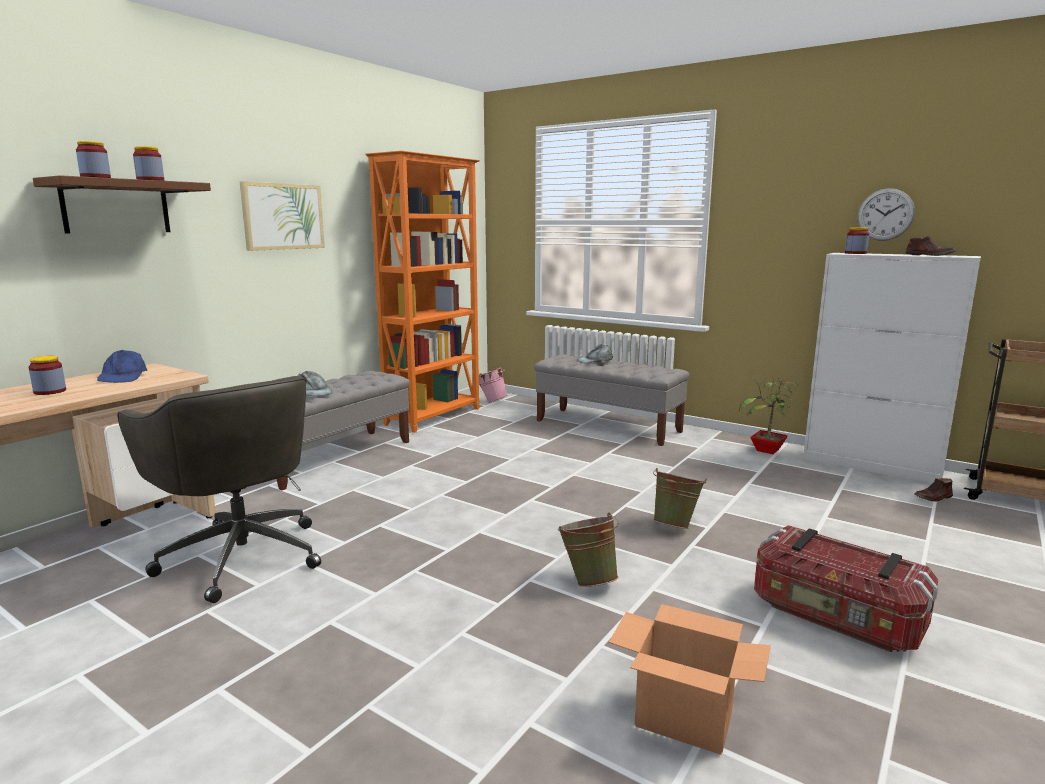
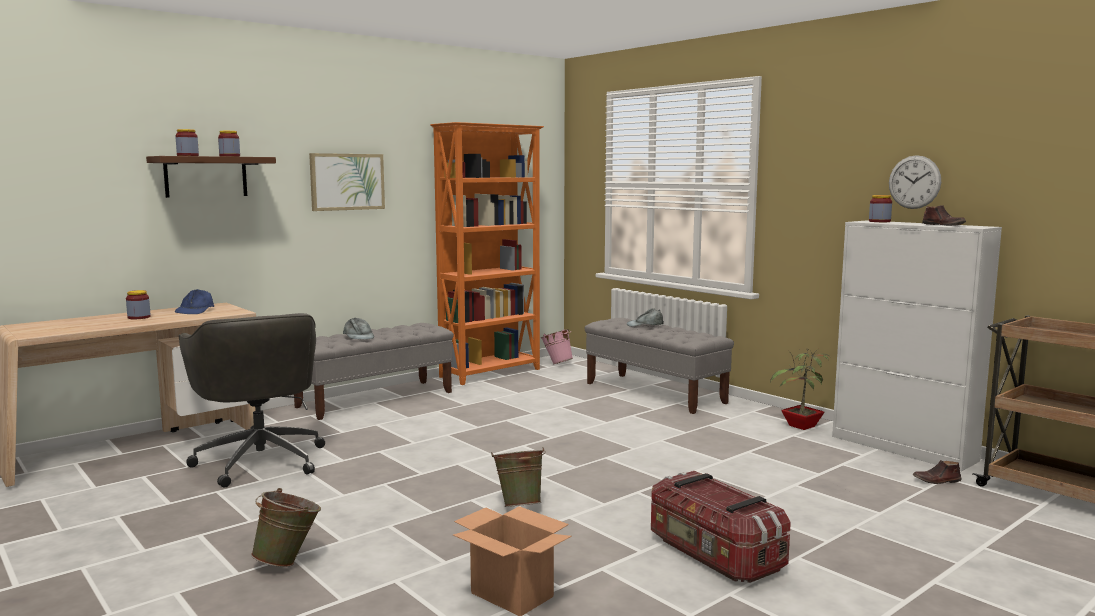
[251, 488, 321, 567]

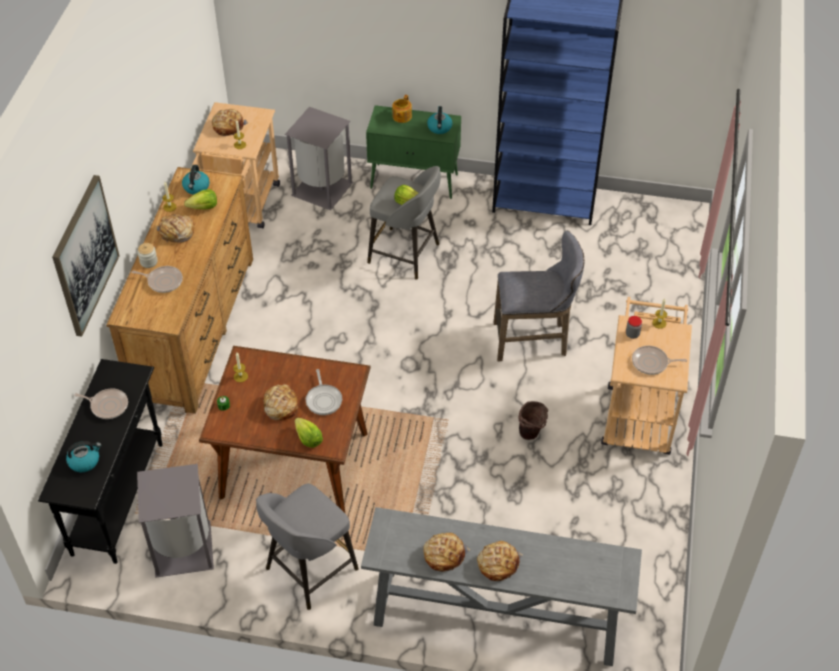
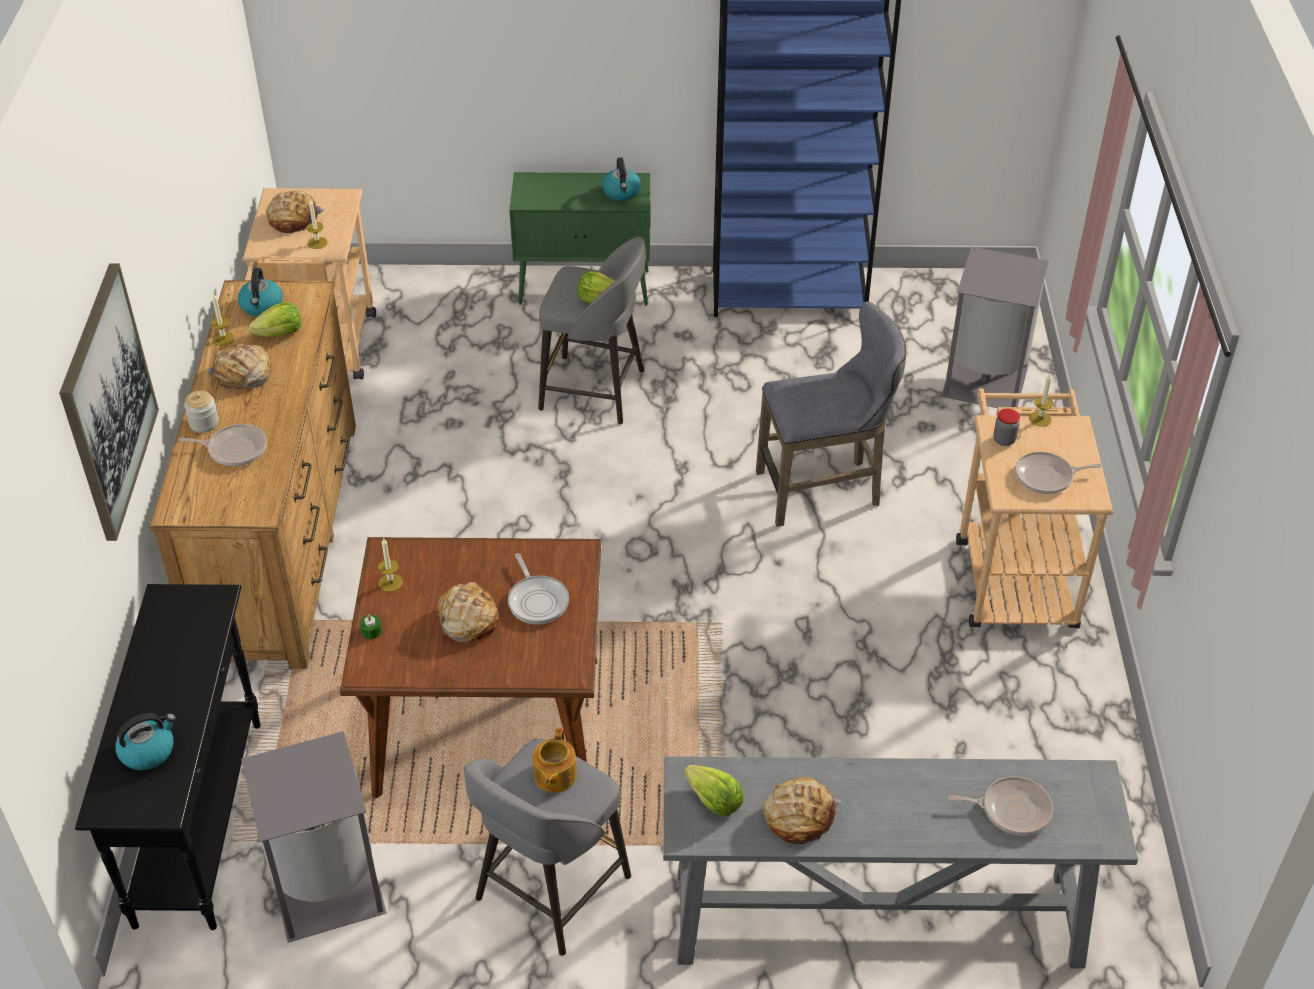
[532, 727, 577, 793]
[941, 247, 1049, 408]
[948, 777, 1053, 835]
[518, 401, 548, 440] (first image)
[684, 765, 744, 816]
[477, 541, 523, 581] (first image)

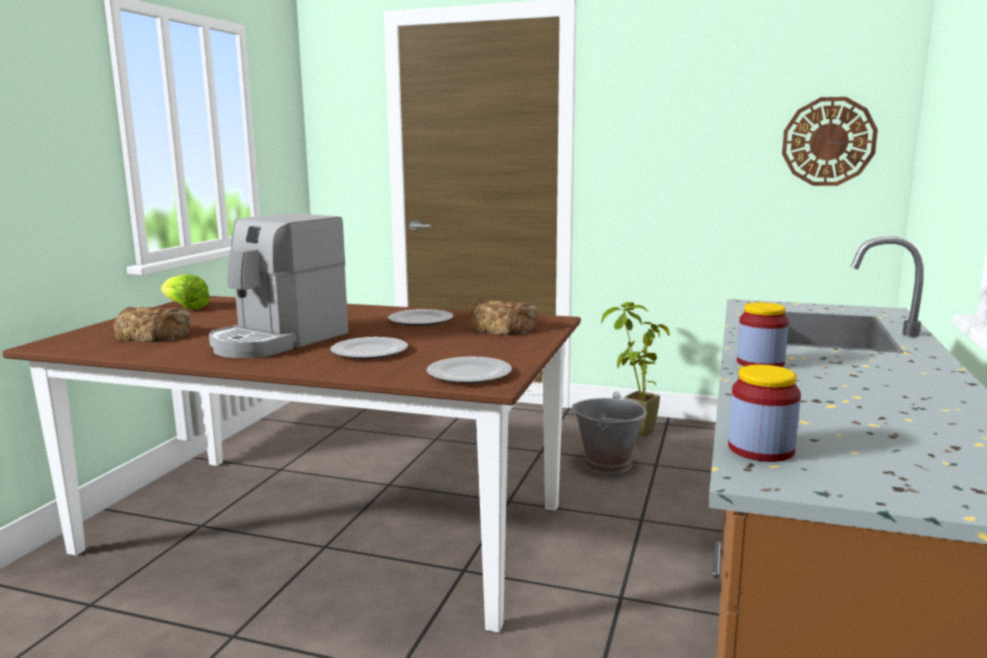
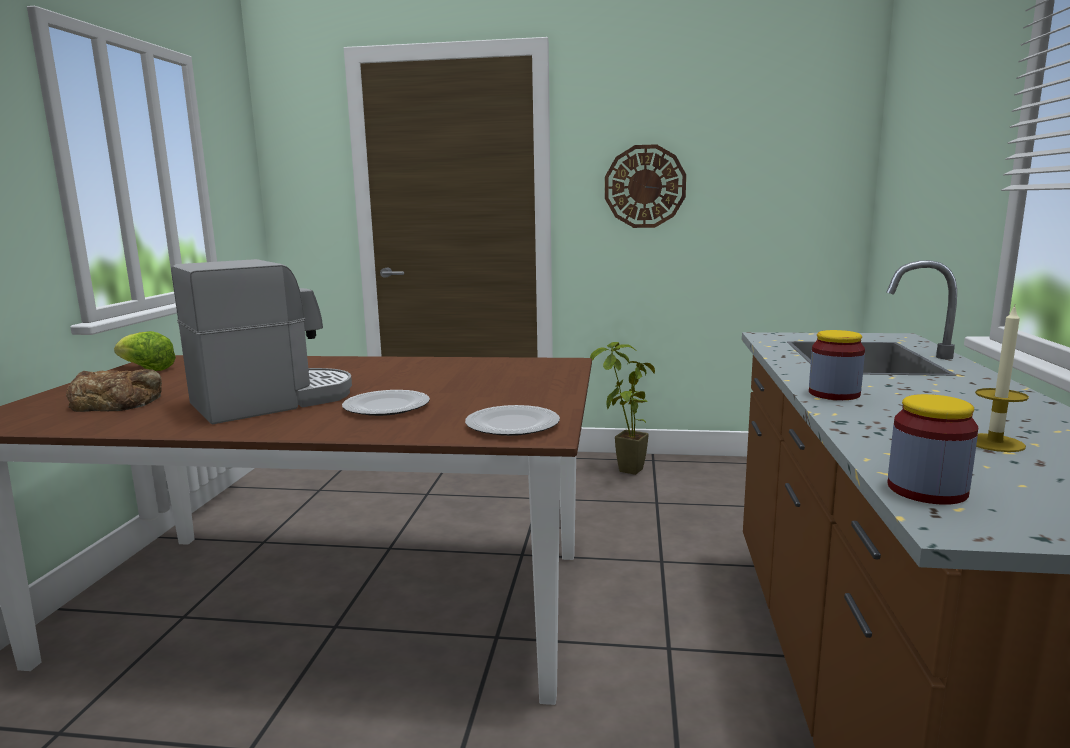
[605, 144, 686, 228]
[171, 259, 352, 424]
[468, 299, 538, 335] (first image)
[388, 309, 454, 326] (first image)
[572, 392, 647, 474] (first image)
[975, 304, 1029, 452]

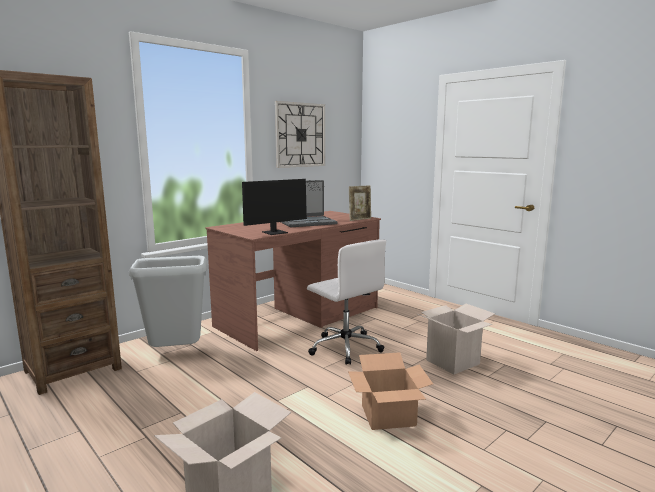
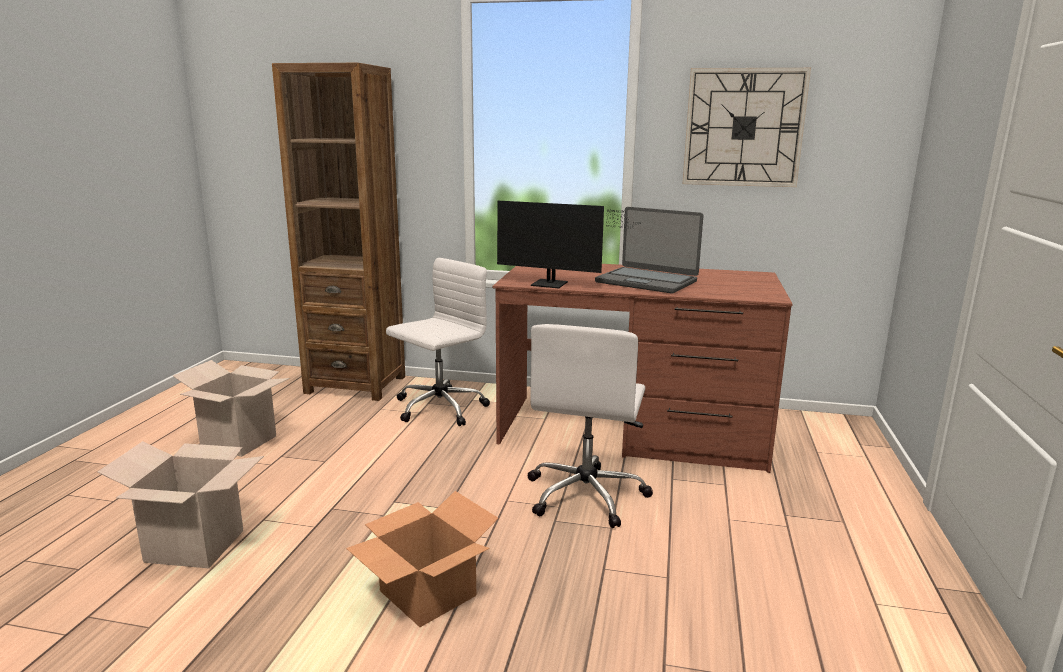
[349, 185, 371, 221] (first image)
[386, 258, 490, 426]
[173, 360, 290, 457]

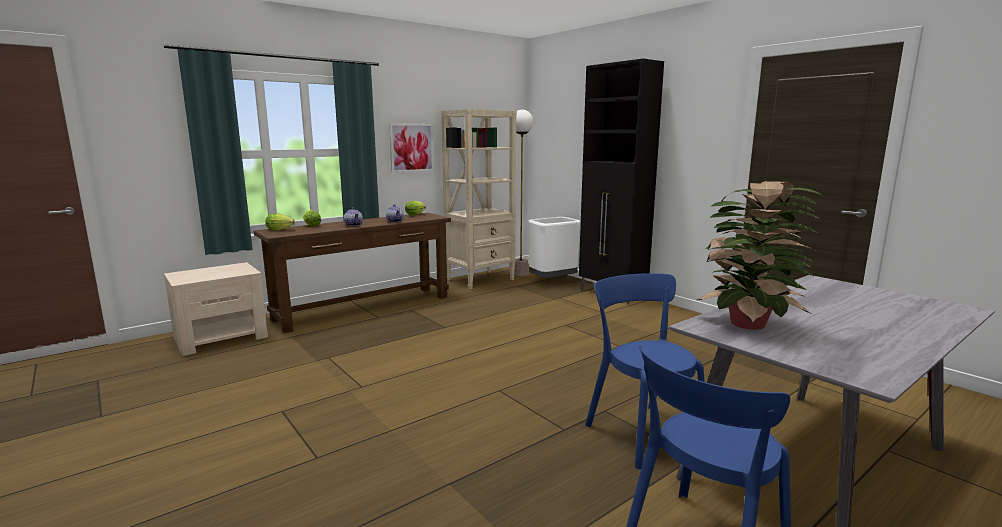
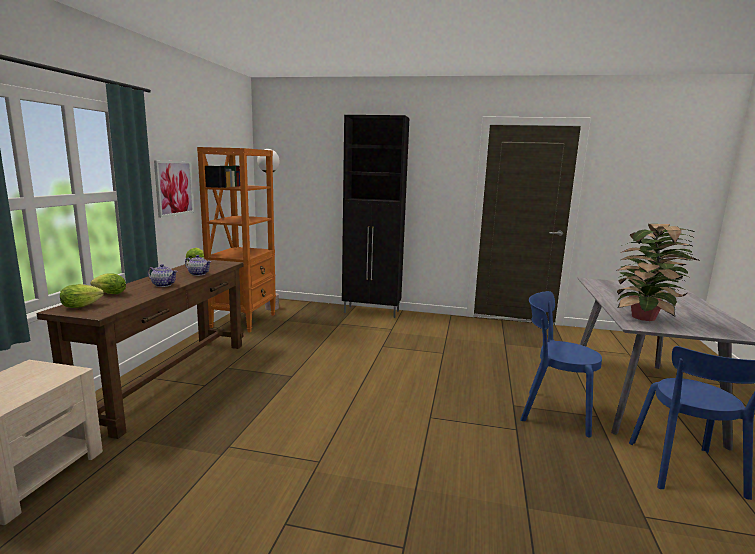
[197, 147, 276, 332]
[528, 217, 581, 278] (first image)

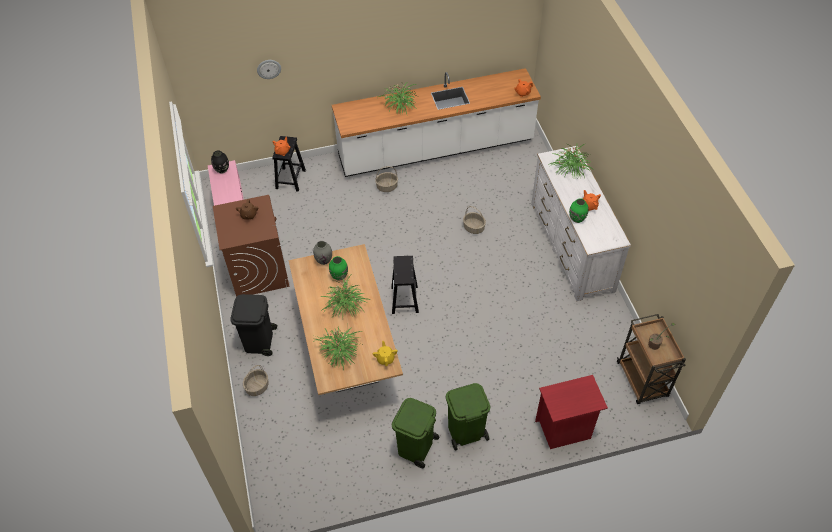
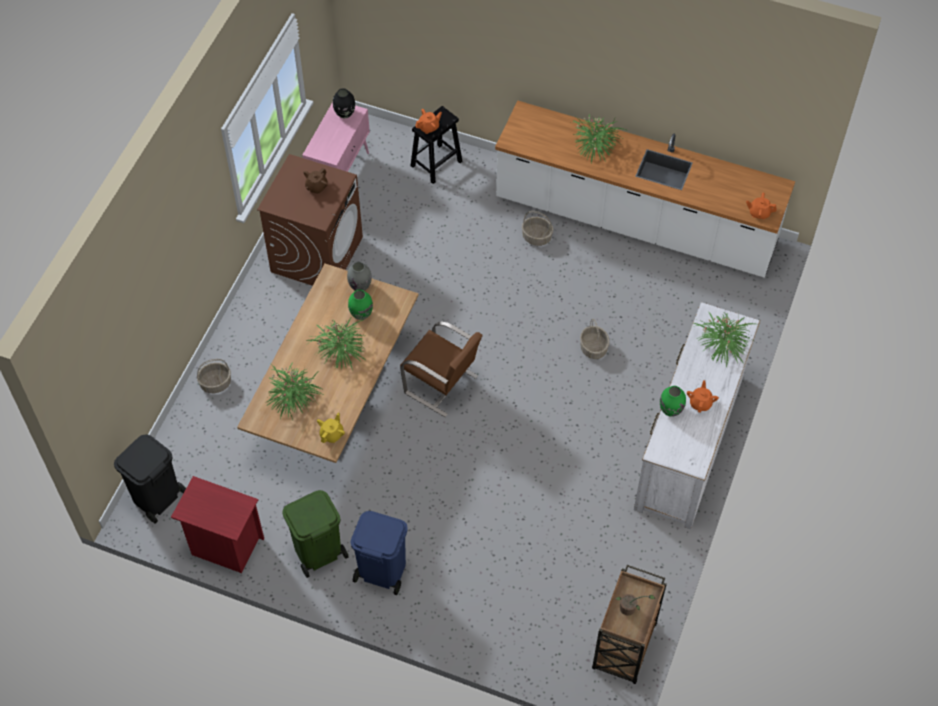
[257, 60, 281, 79] (first image)
[400, 321, 483, 417]
[114, 434, 186, 523]
[171, 476, 264, 573]
[351, 511, 408, 595]

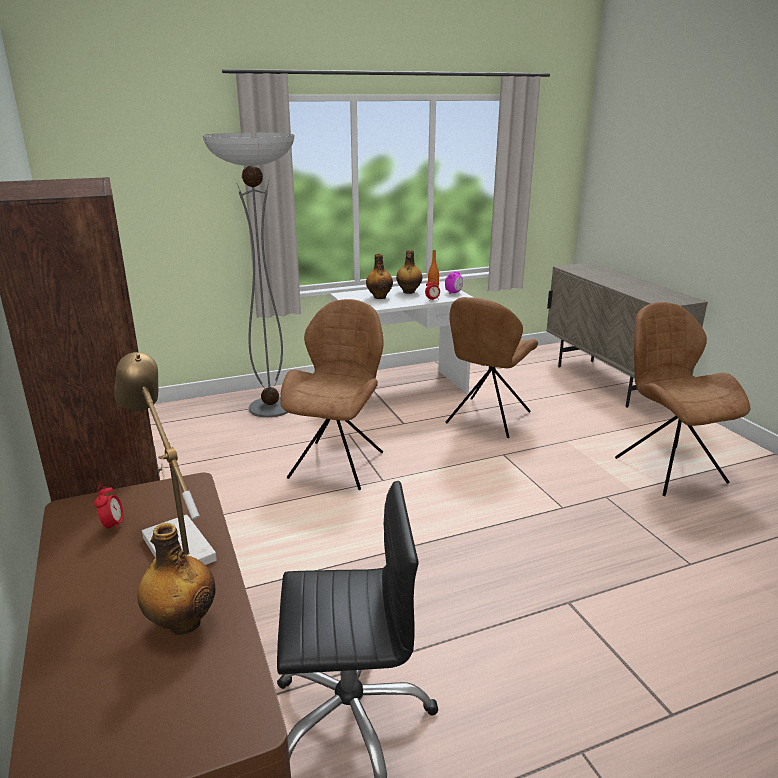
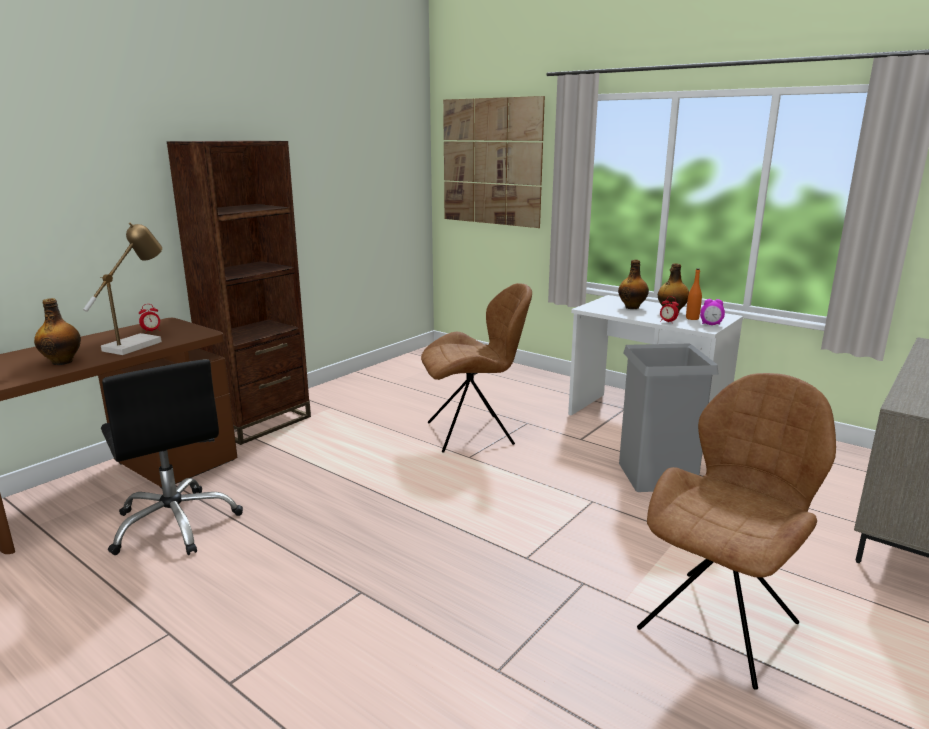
[202, 133, 294, 418] (first image)
[619, 344, 718, 492]
[443, 96, 545, 228]

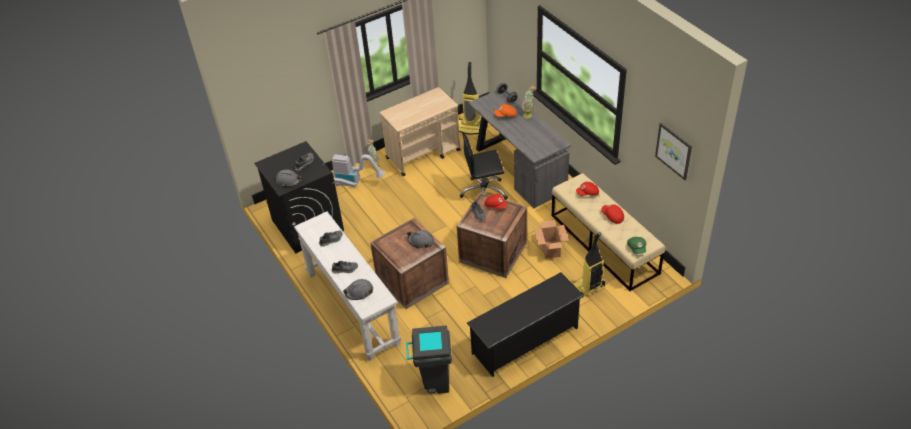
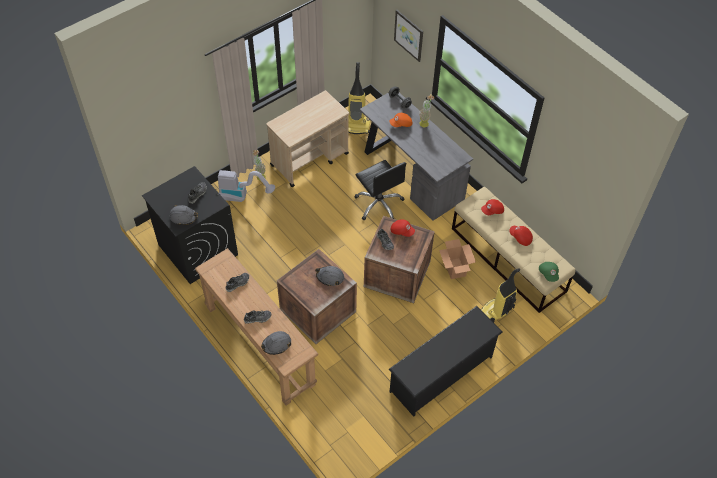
[394, 10, 423, 62]
[355, 160, 406, 221]
[195, 248, 318, 406]
[406, 326, 452, 394] (first image)

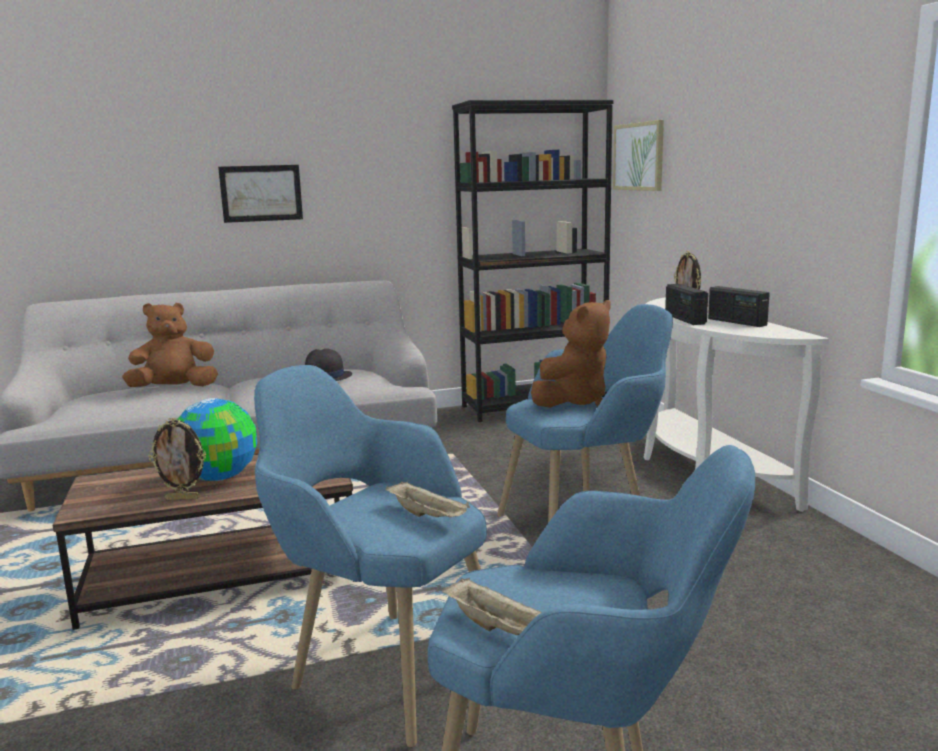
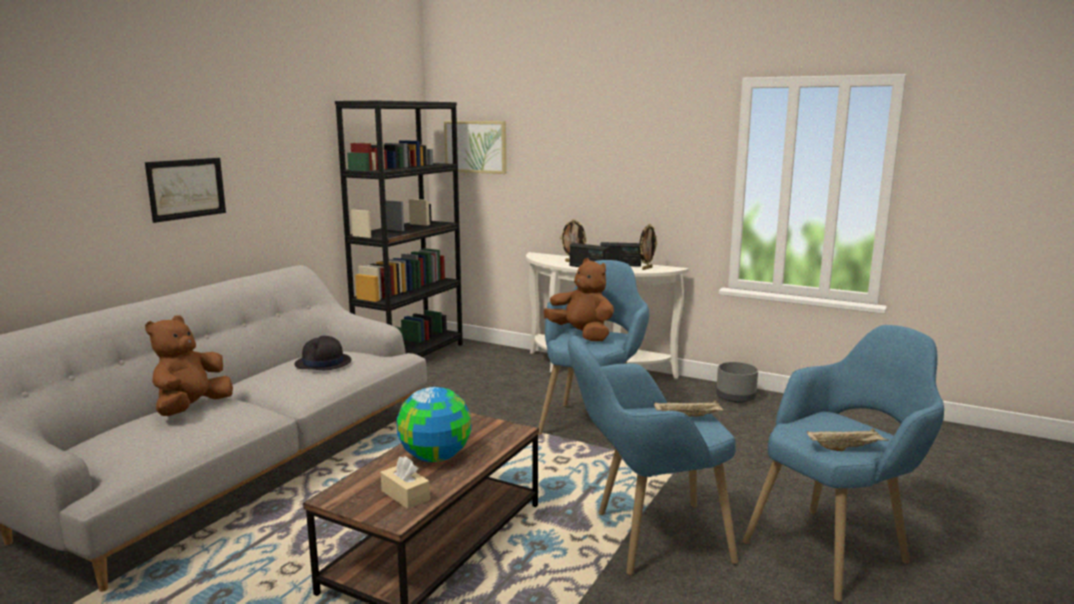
[543, 258, 614, 341]
[639, 224, 657, 270]
[716, 362, 758, 403]
[381, 456, 430, 509]

